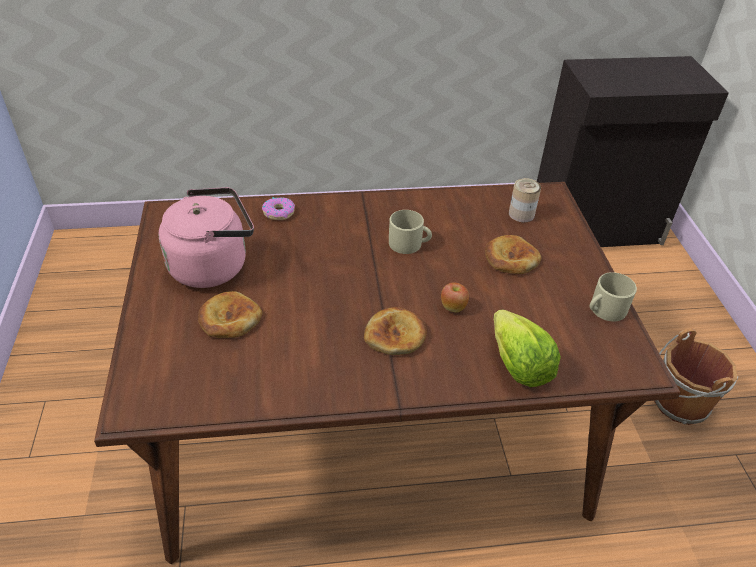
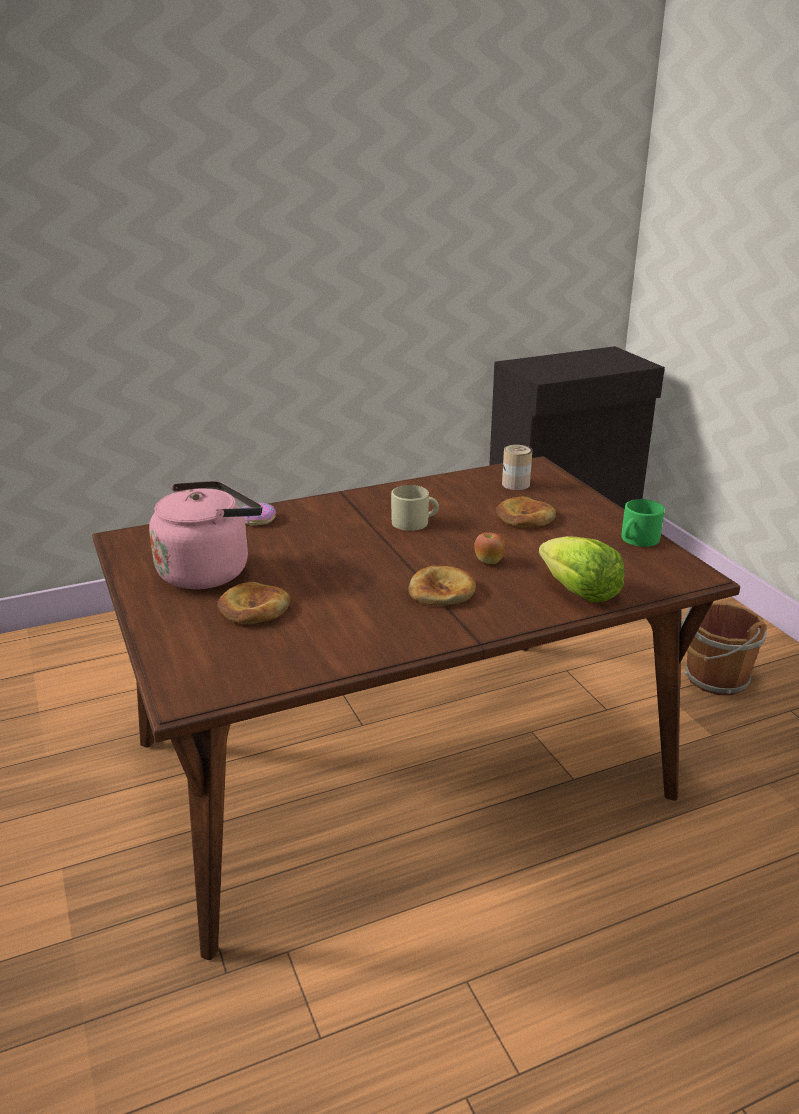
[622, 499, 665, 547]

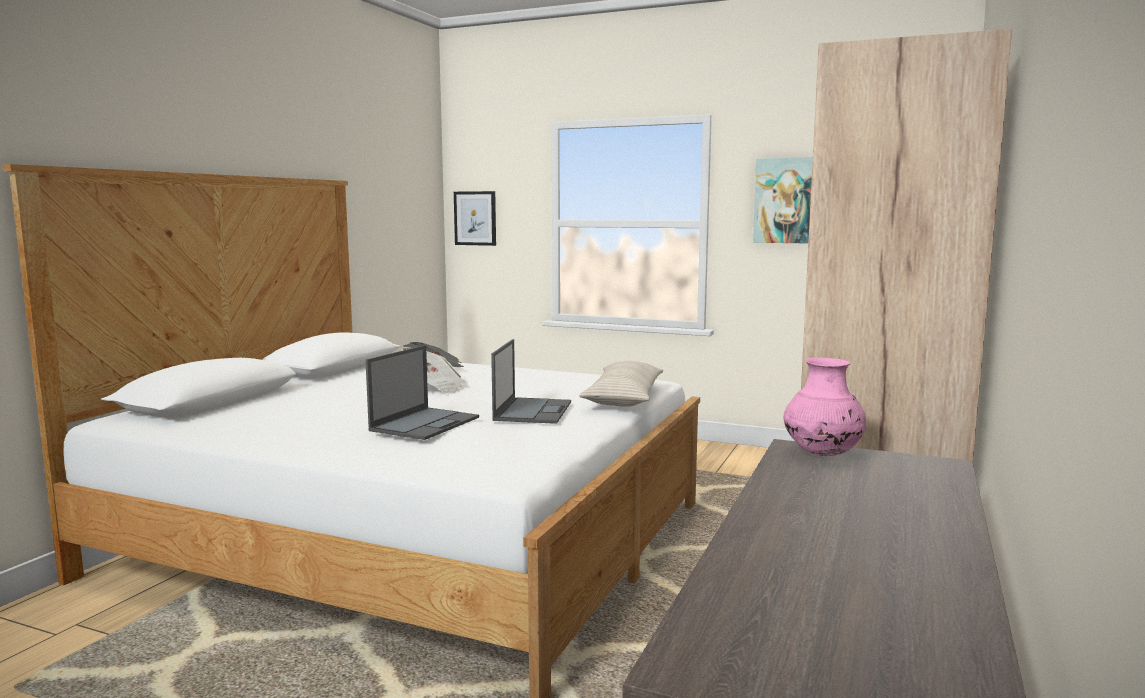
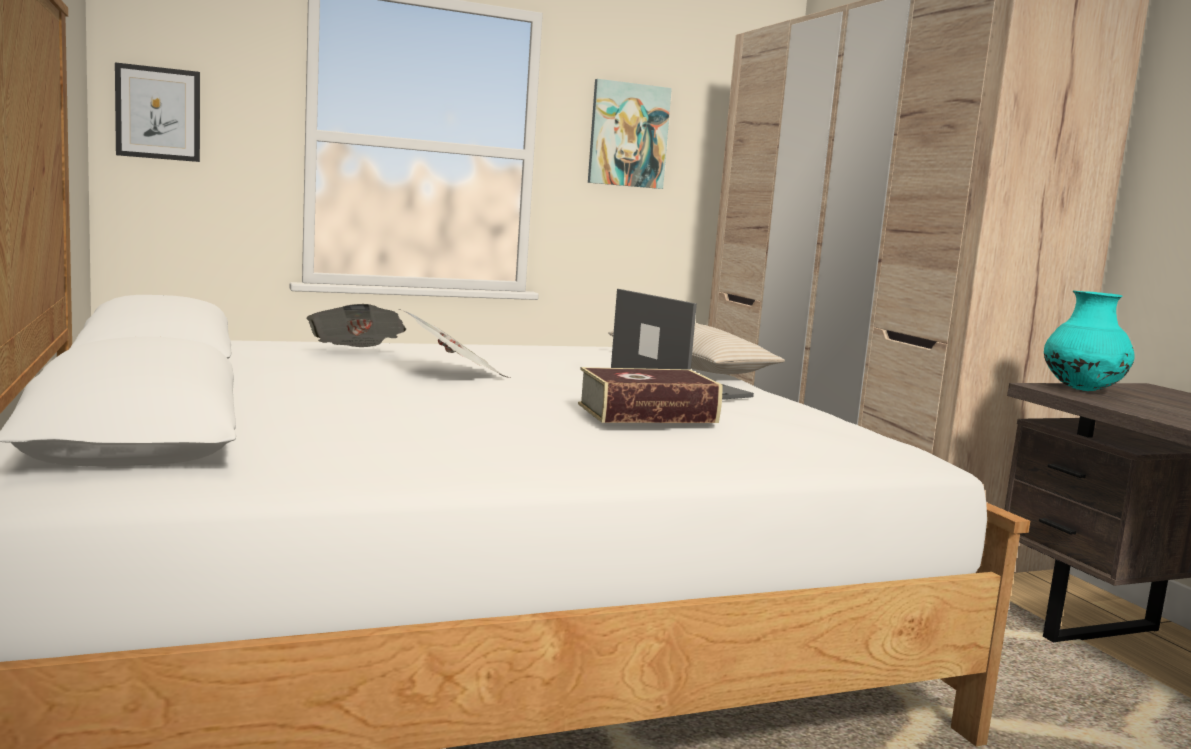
[578, 367, 723, 423]
[1044, 290, 1135, 391]

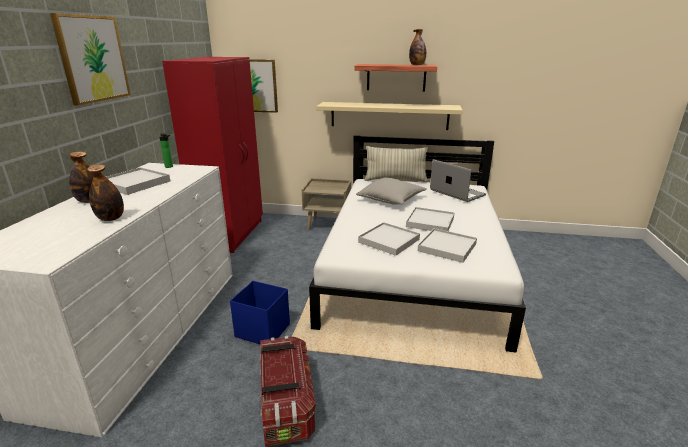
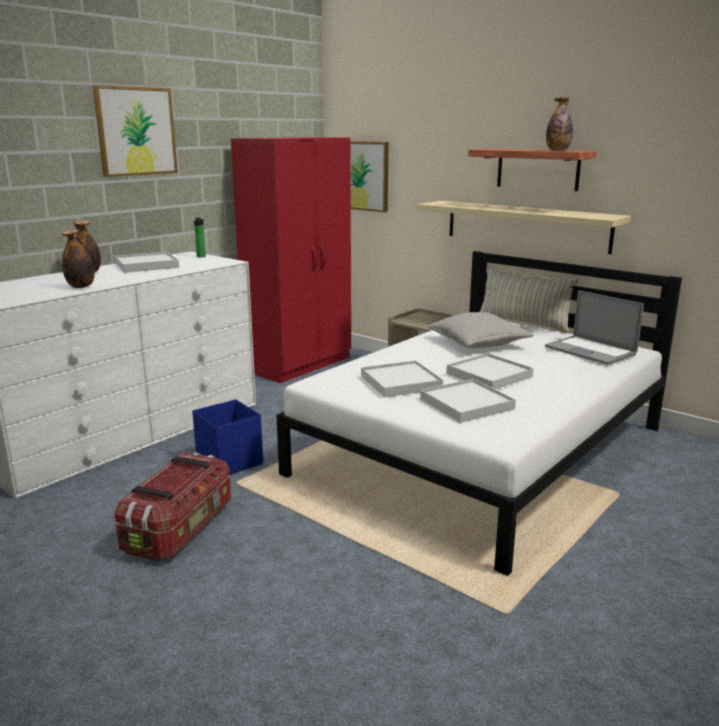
[545, 290, 644, 365]

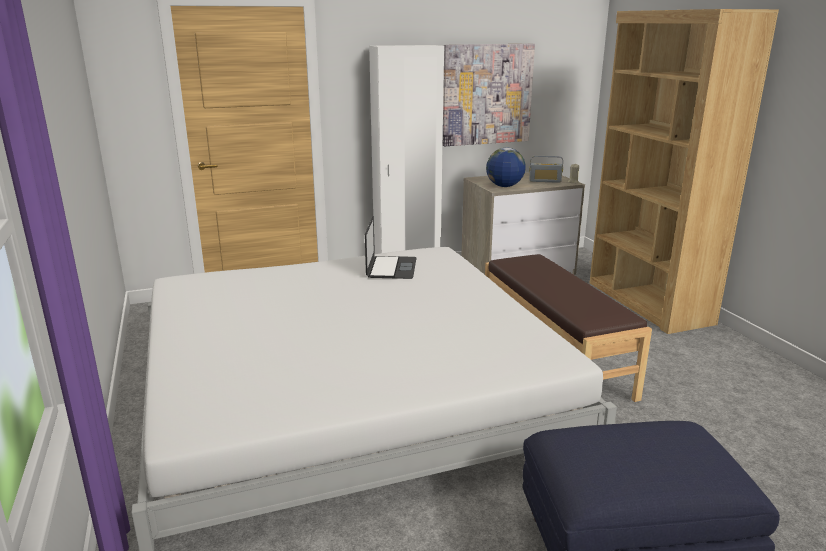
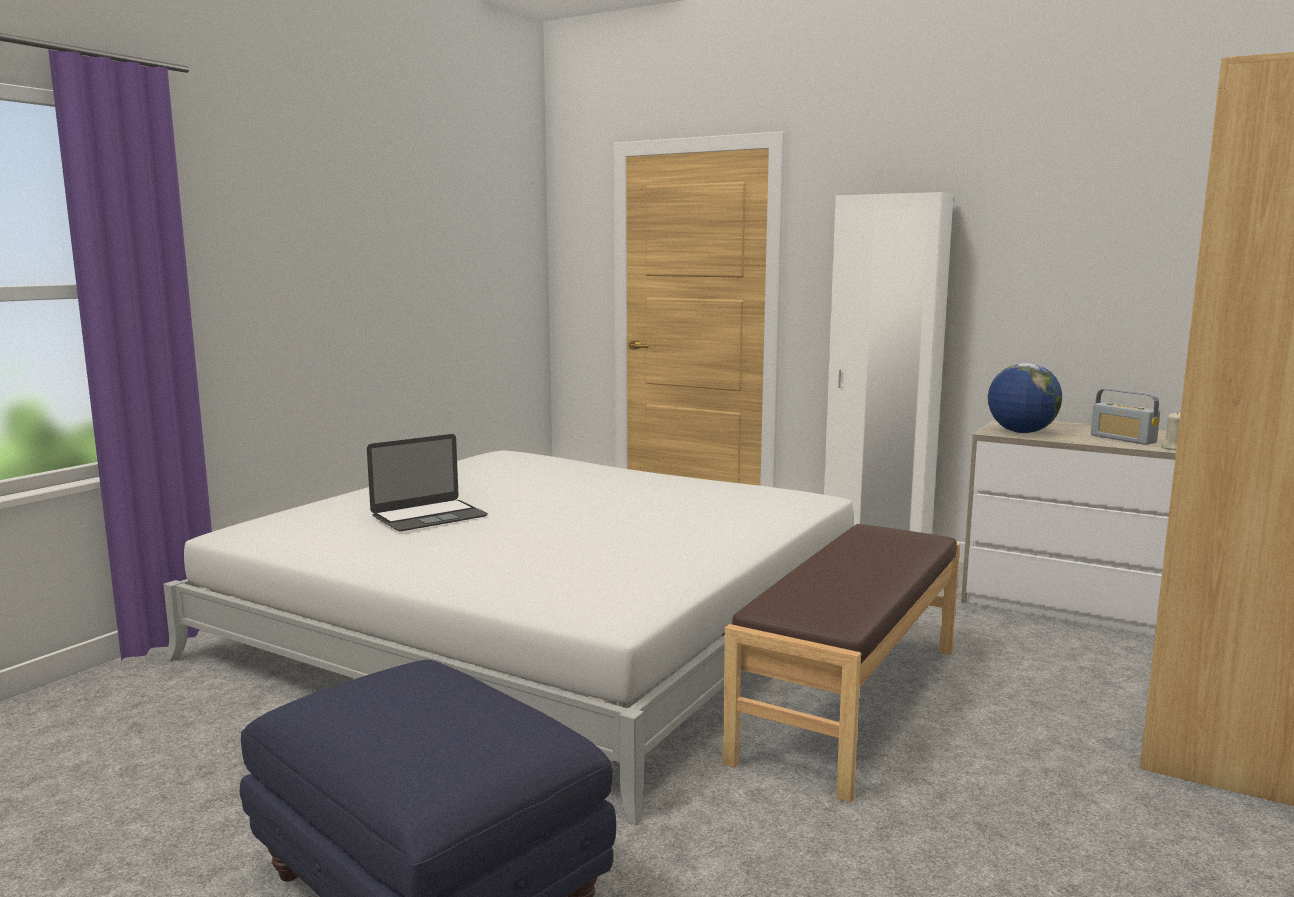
[443, 44, 535, 146] (first image)
[367, 434, 488, 531]

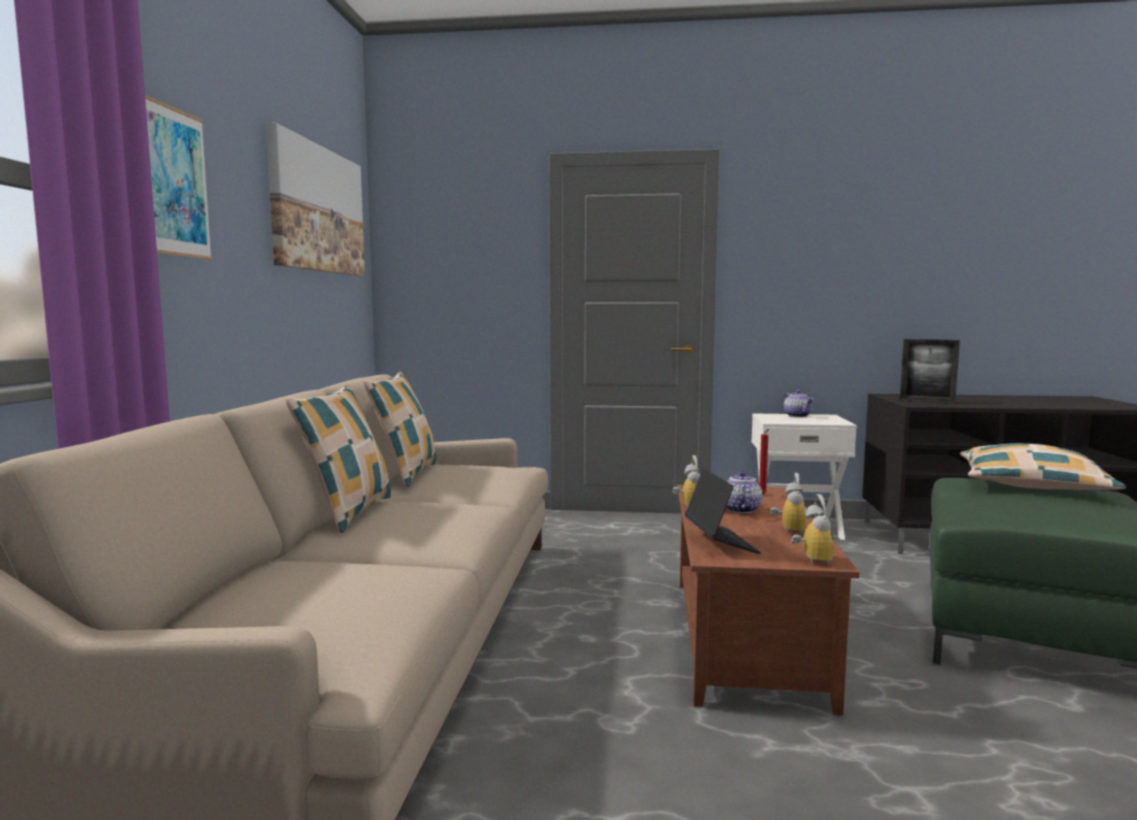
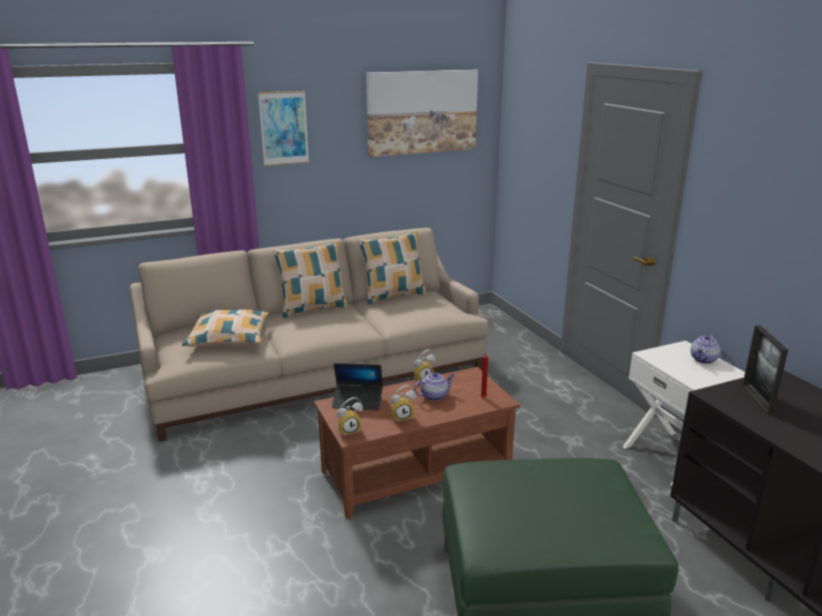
[182, 309, 269, 347]
[332, 363, 383, 410]

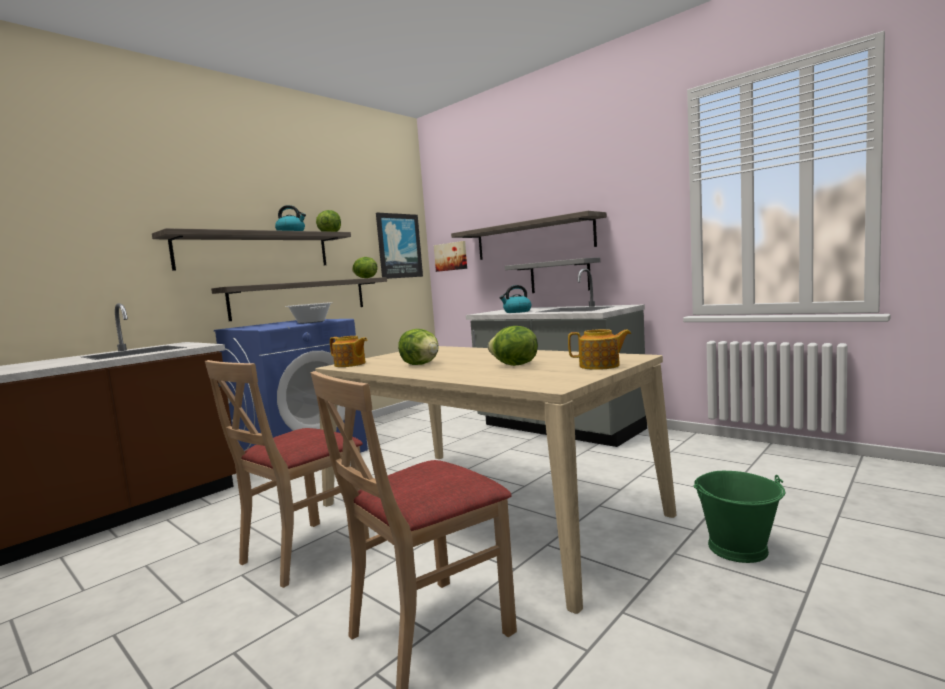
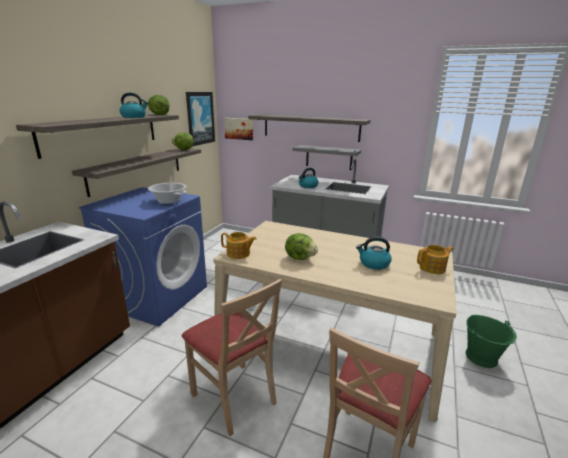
[356, 237, 392, 270]
[182, 279, 282, 436]

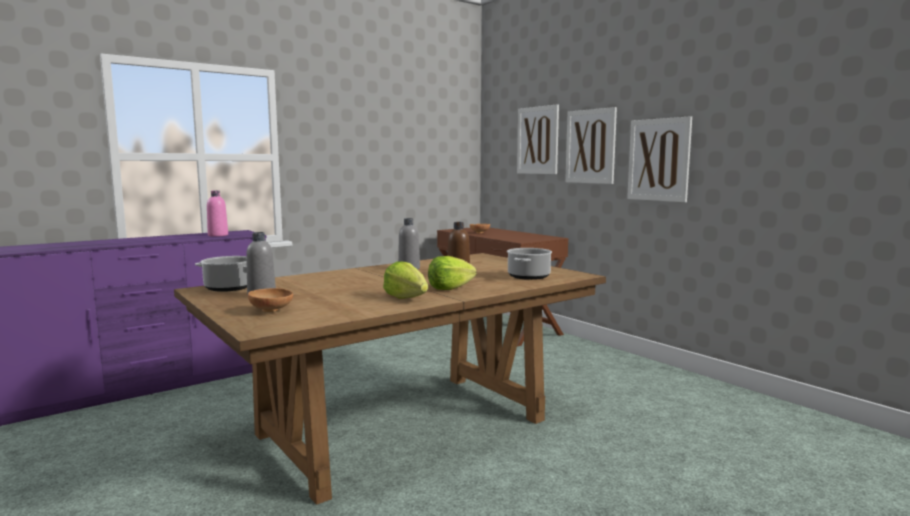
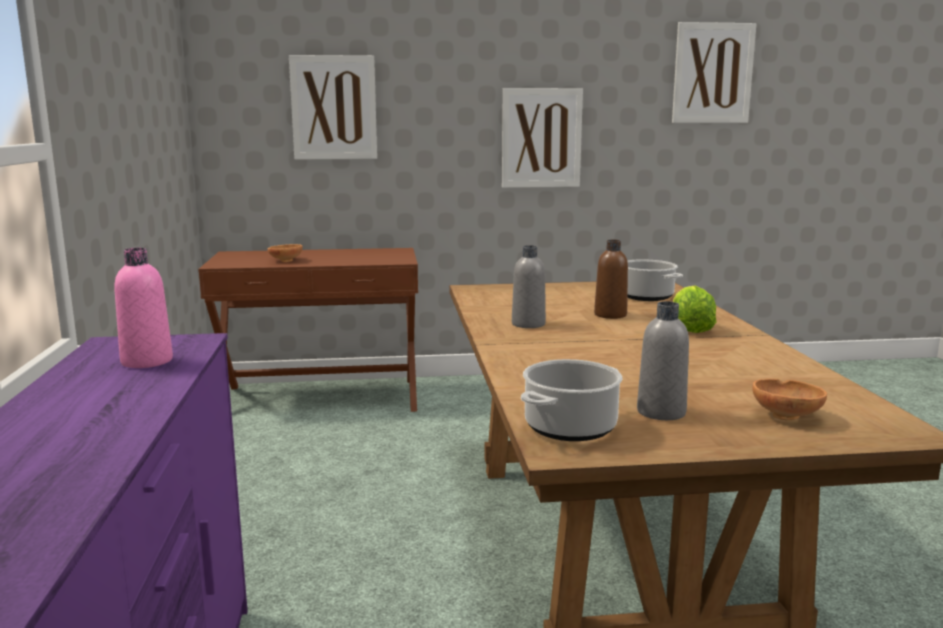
[672, 22, 757, 123]
[383, 261, 428, 299] (first image)

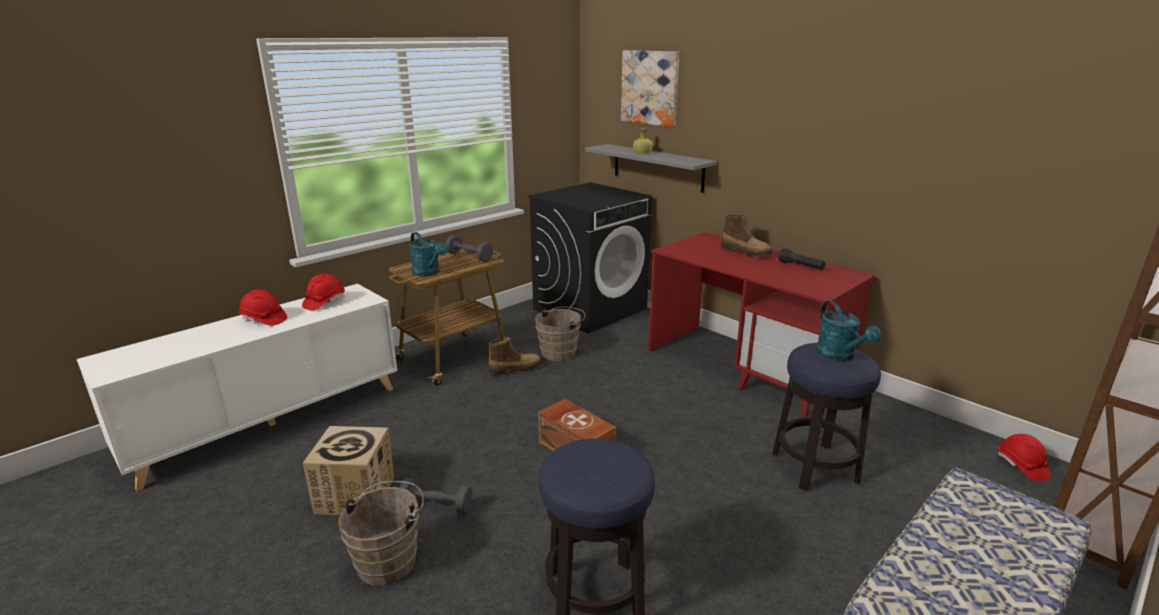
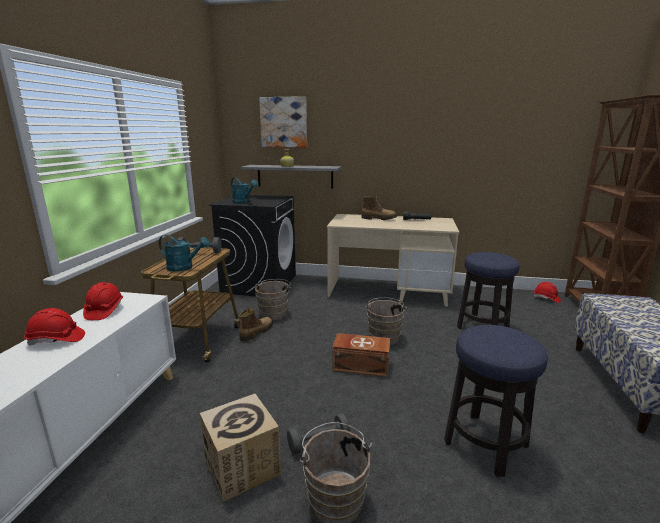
[327, 214, 459, 307]
[231, 178, 258, 204]
[365, 297, 407, 345]

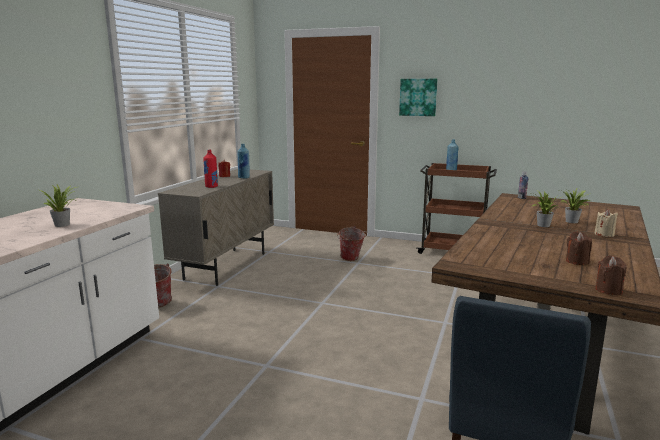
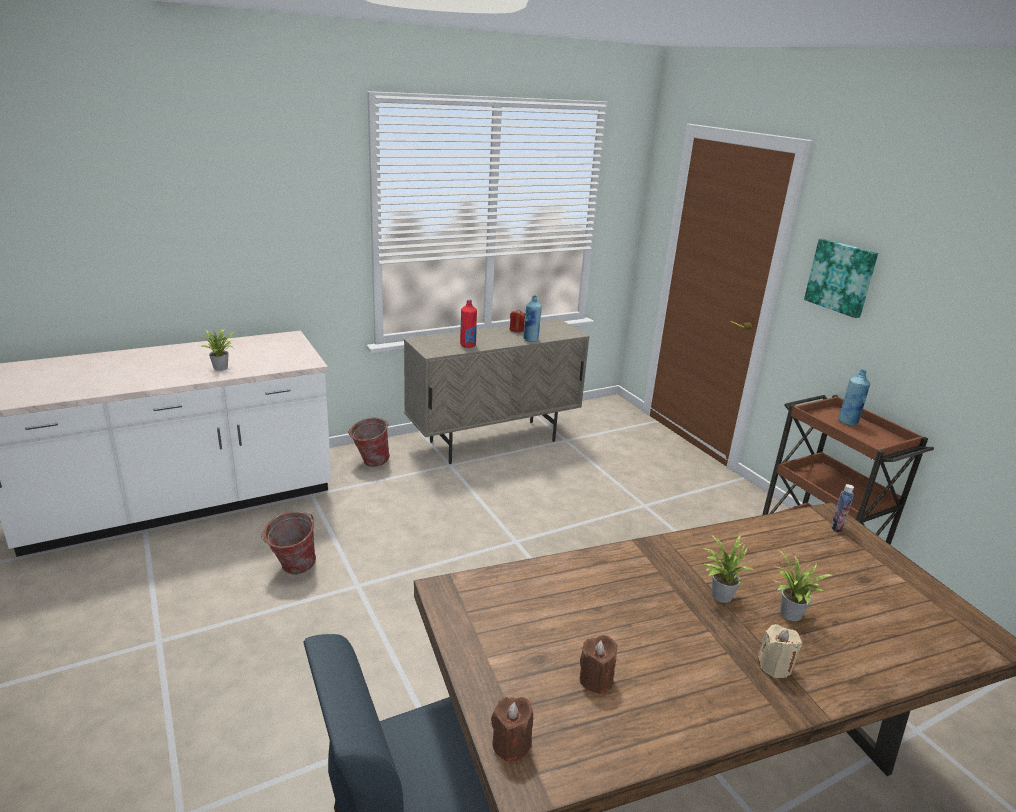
[261, 511, 316, 574]

